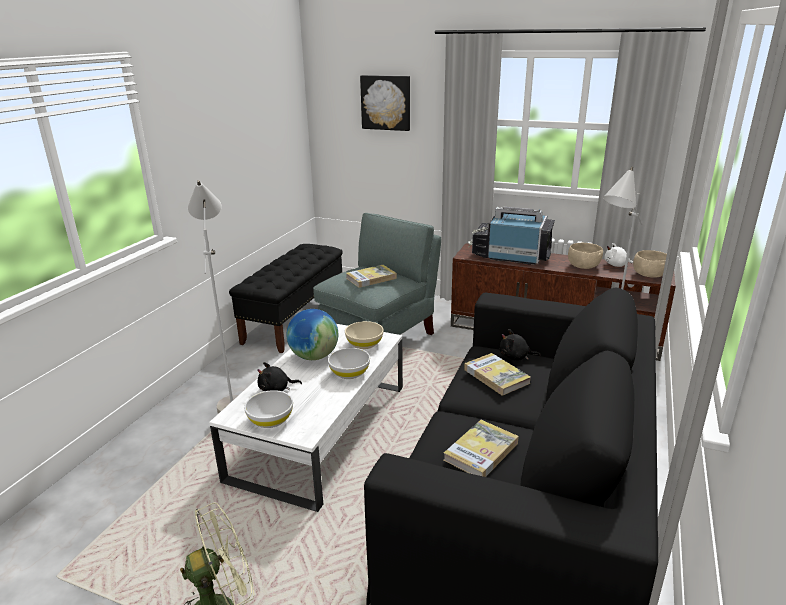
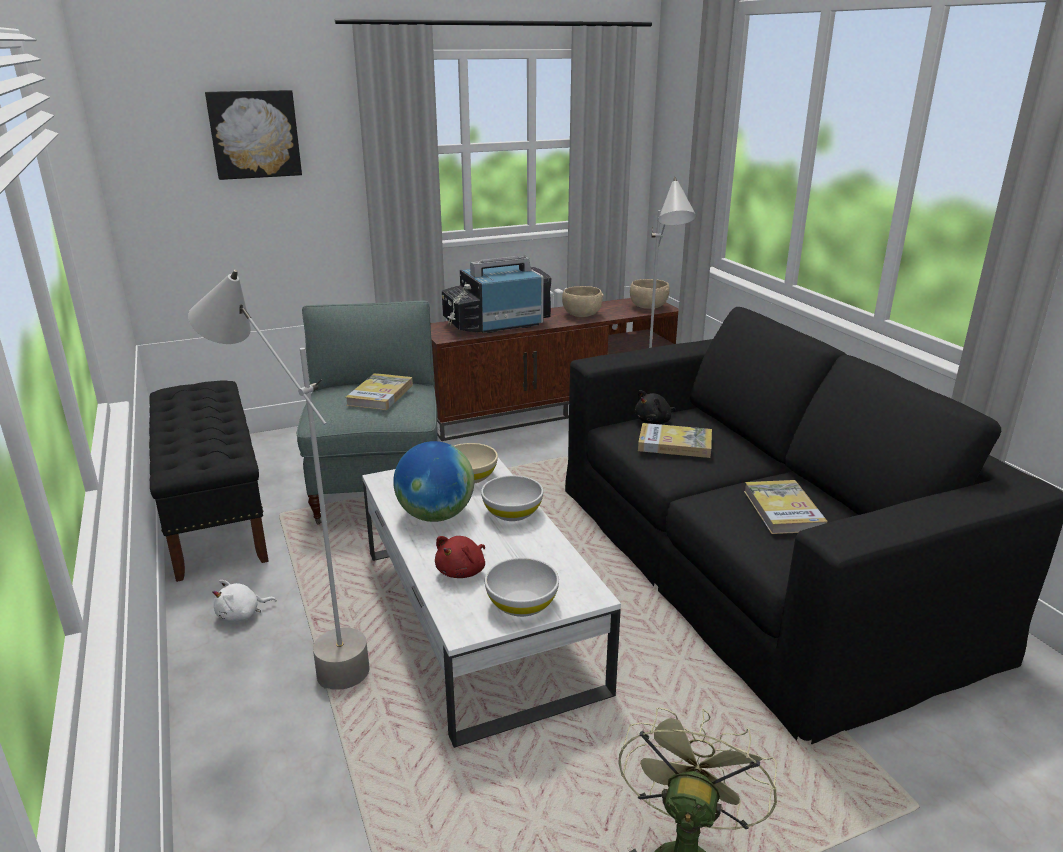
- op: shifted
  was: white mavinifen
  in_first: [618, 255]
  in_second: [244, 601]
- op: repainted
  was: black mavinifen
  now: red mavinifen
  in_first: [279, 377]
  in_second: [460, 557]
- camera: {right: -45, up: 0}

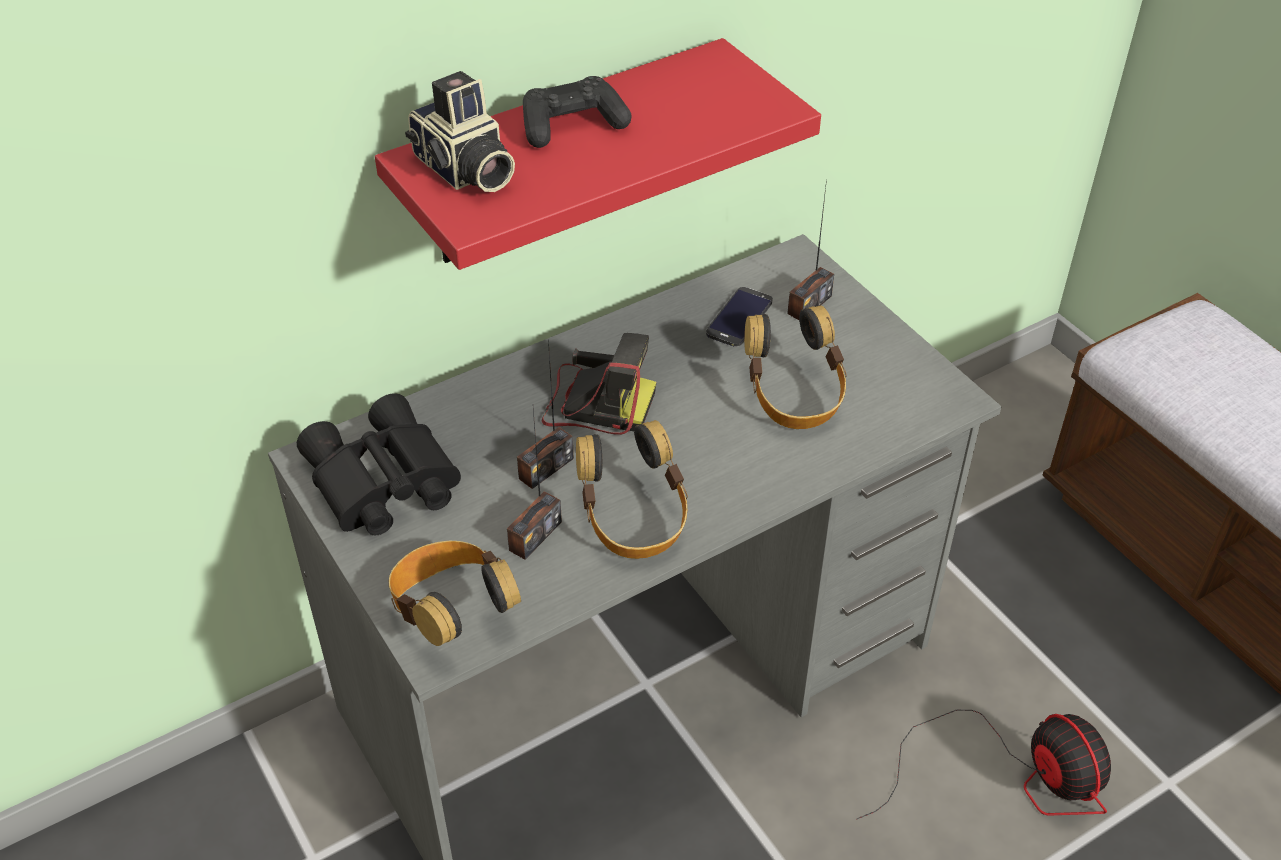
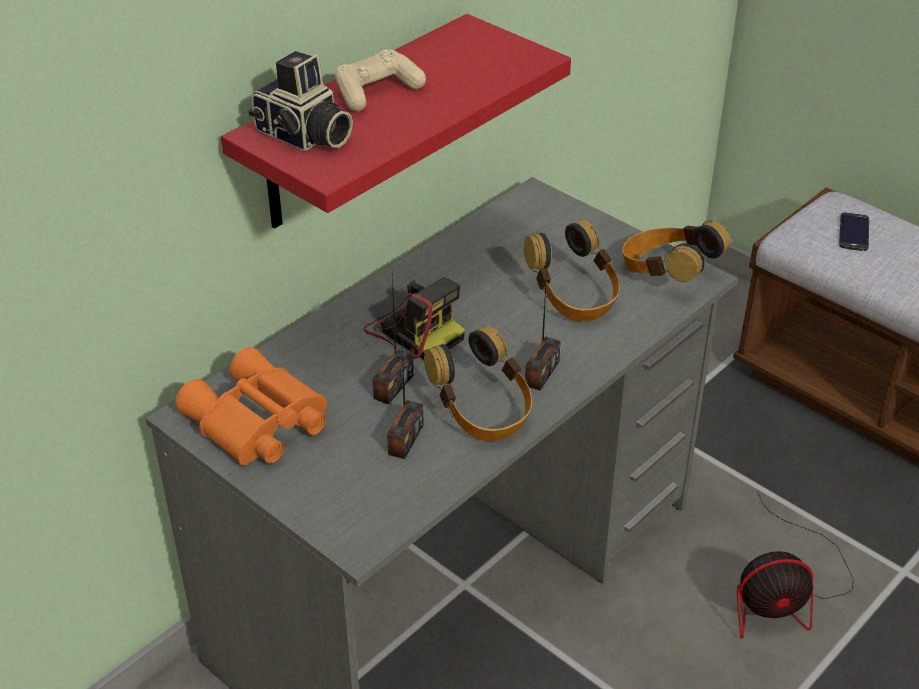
- op: repainted
  was: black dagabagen
  now: orange dagabagen
  in_first: [379, 464]
  in_second: [251, 406]
- op: repainted
  was: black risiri
  now: beige risiri
  in_first: [577, 112]
  in_second: [380, 80]
- op: rotated
  was: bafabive
  in_first: [599, 384]
  in_second: [414, 318]
  clockwise: 45
- op: shifted
  was: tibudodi
  in_first: [810, 250]
  in_second: [543, 323]
- op: shifted
  was: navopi
  in_first: [455, 593]
  in_second: [676, 251]
- op: rotated
  was: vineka
  in_first: [983, 765]
  in_second: [795, 564]
  clockwise: 120
- op: shifted
  was: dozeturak
  in_first: [739, 317]
  in_second: [854, 231]
- camera: {right: -15, up: -5}

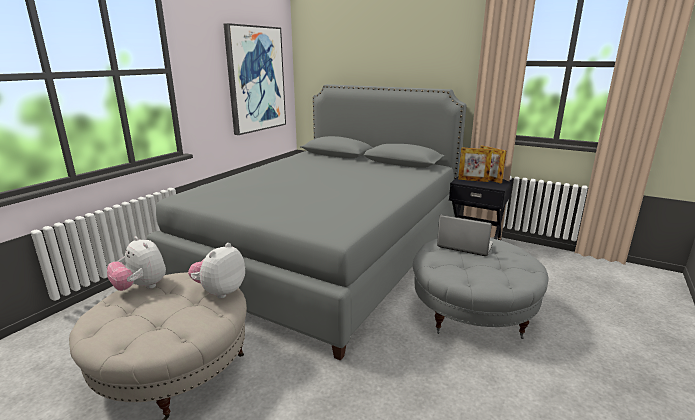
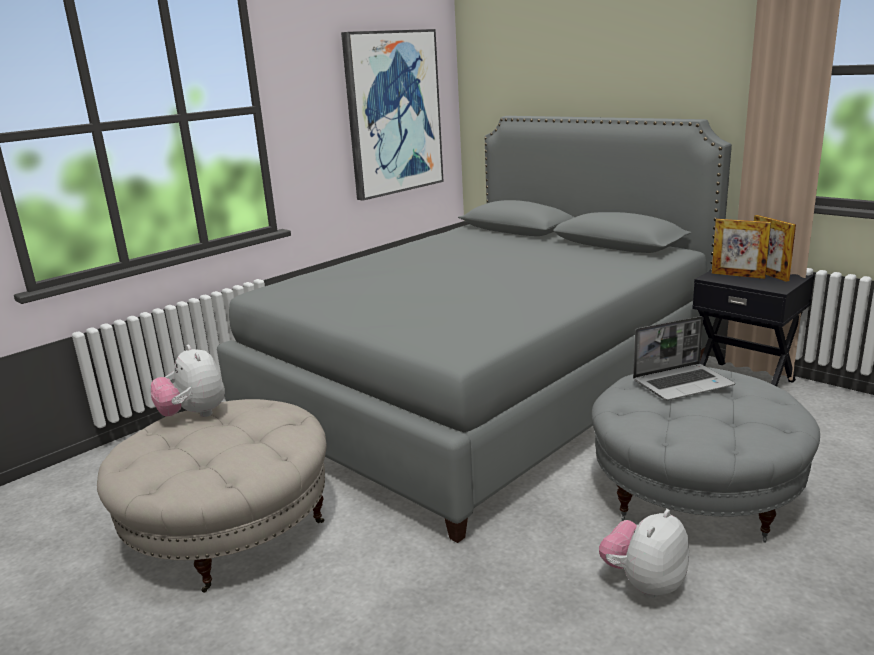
- op: shifted
  was: mavinifen
  in_first: [216, 271]
  in_second: [644, 553]
- op: rotated
  was: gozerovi
  in_first: [465, 235]
  in_second: [684, 358]
  clockwise: 120
- camera: {right: 15, up: 0}

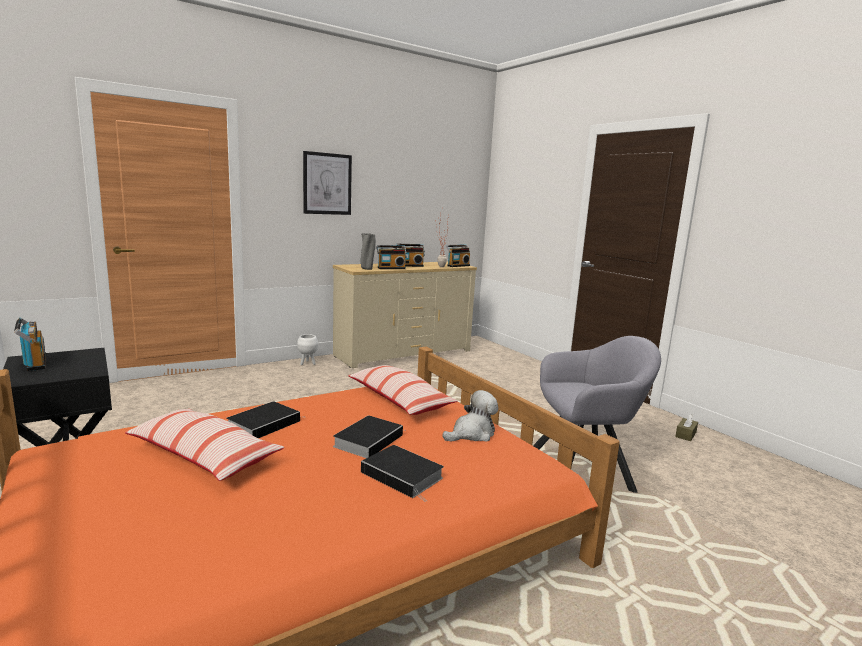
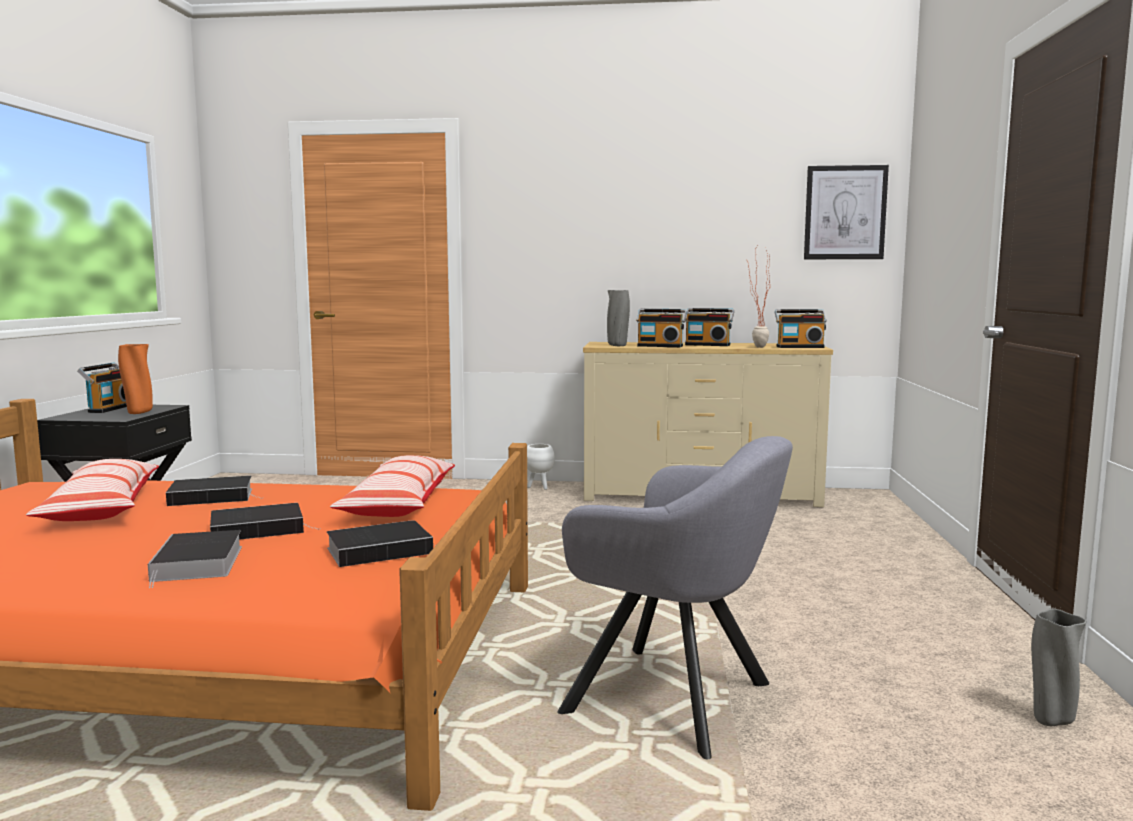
- op: new
  now: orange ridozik
  in_second: [135, 379]
- op: swapped
  was: mavinifen
  now: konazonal
  in_first: [470, 416]
  in_second: [381, 543]
- op: shifted
  was: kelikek
  in_first: [327, 183]
  in_second: [846, 212]
- op: swapped
  was: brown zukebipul
  now: grey ridozik
  in_first: [686, 427]
  in_second: [1059, 667]
- camera: {right: 40, up: -5}

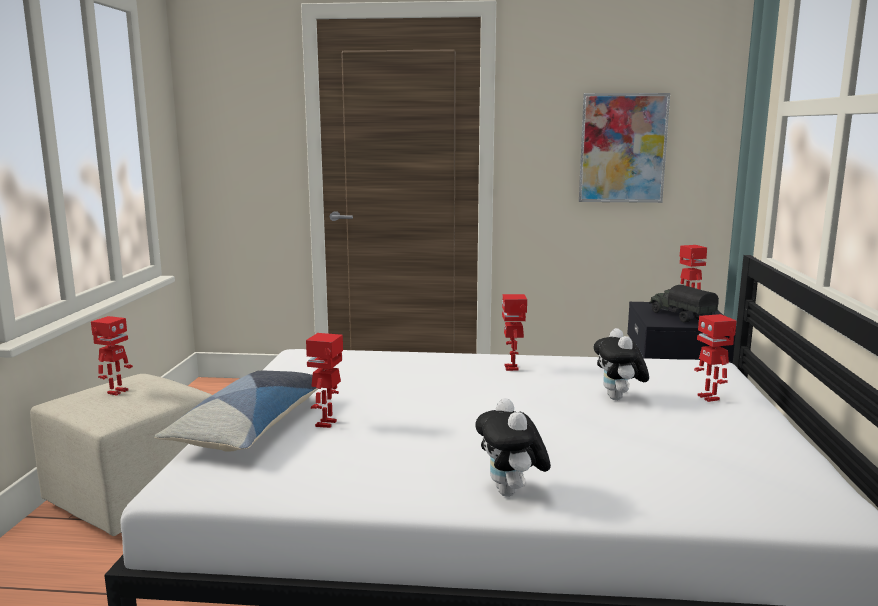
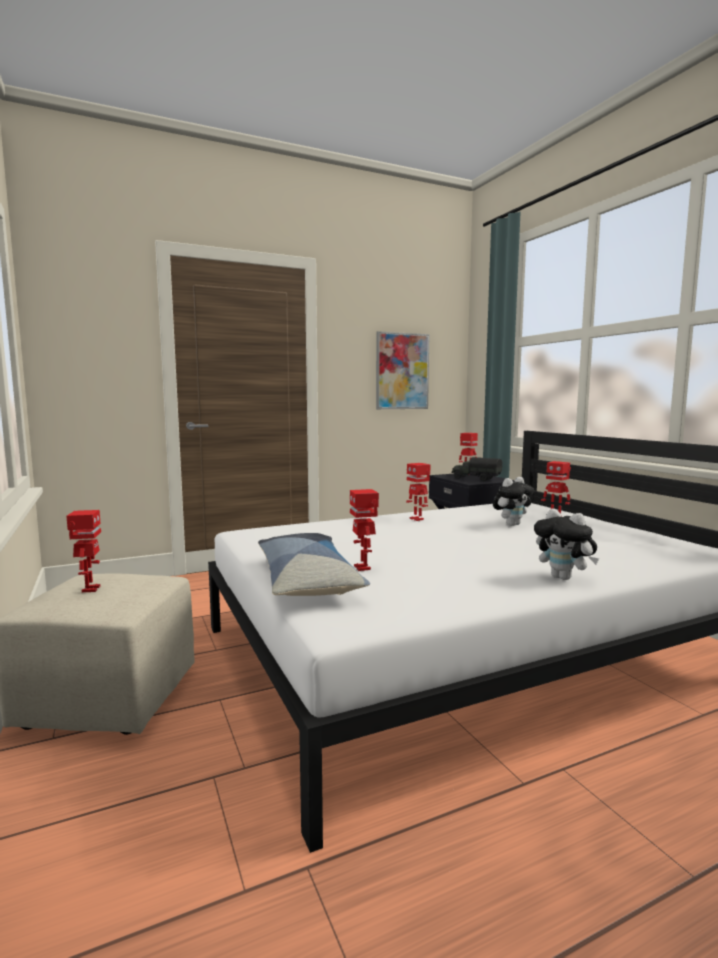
- op: rotated
  was: mavinifen
  in_first: [621, 364]
  in_second: [513, 501]
  clockwise: -90
- camera: {right: -30, up: -5}

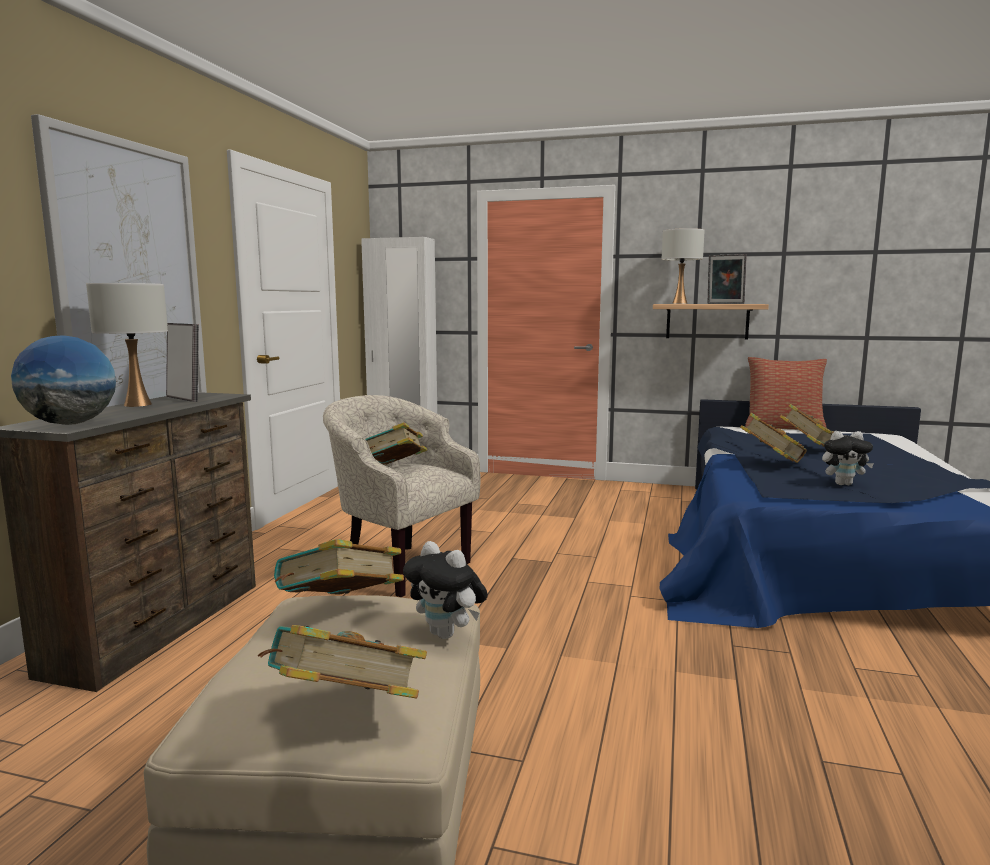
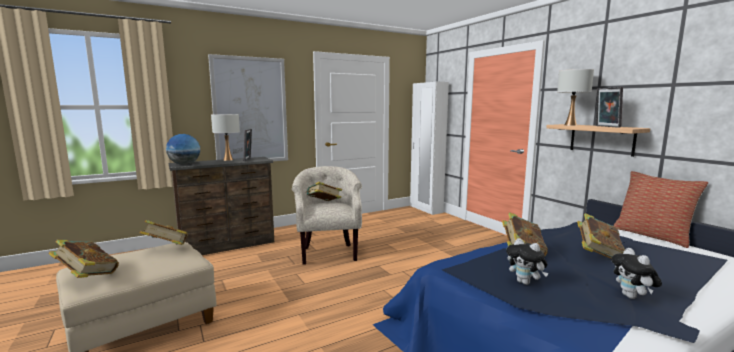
- op: shifted
  was: mavinifen
  in_first: [445, 590]
  in_second: [636, 273]
- camera: {right: 45, up: 0}

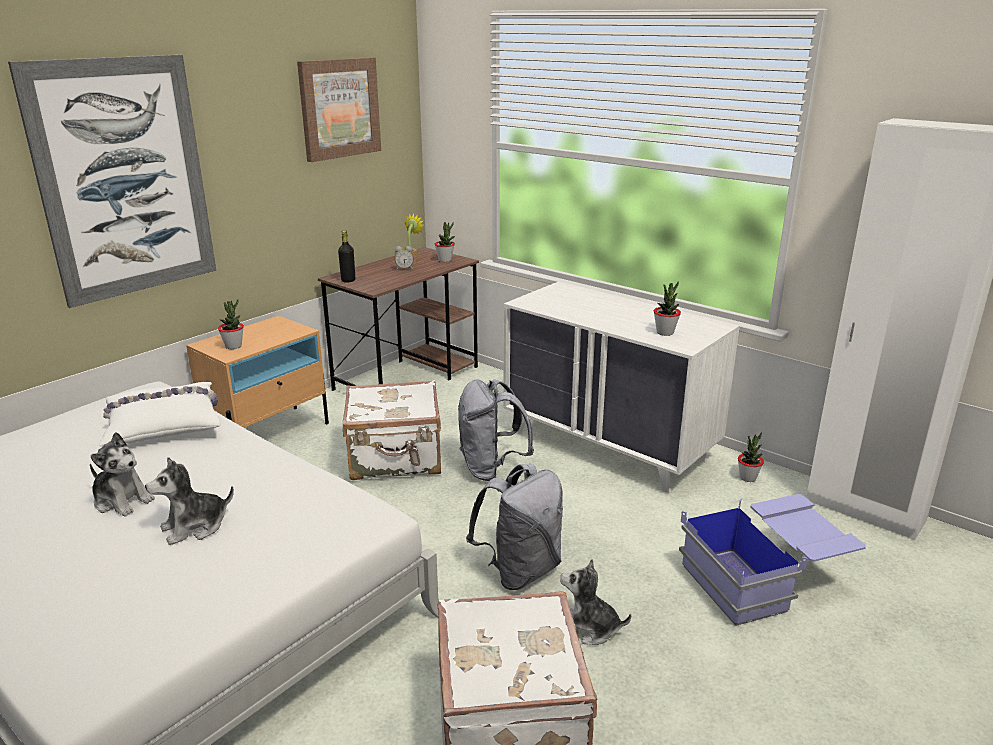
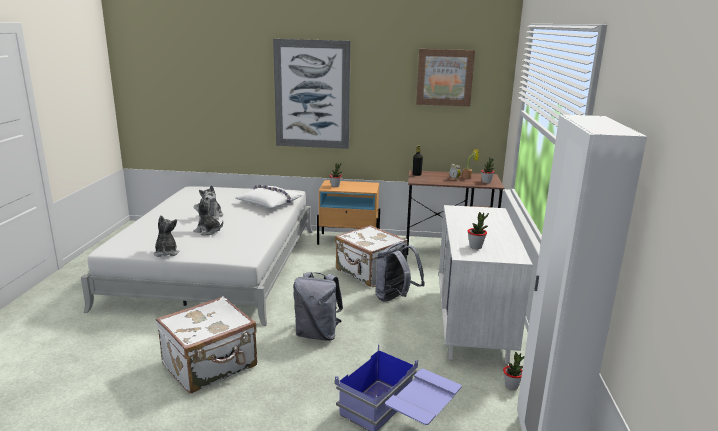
- op: shifted
  was: mavinifen
  in_first: [595, 602]
  in_second: [167, 236]
- camera: {right: 55, up: -5}

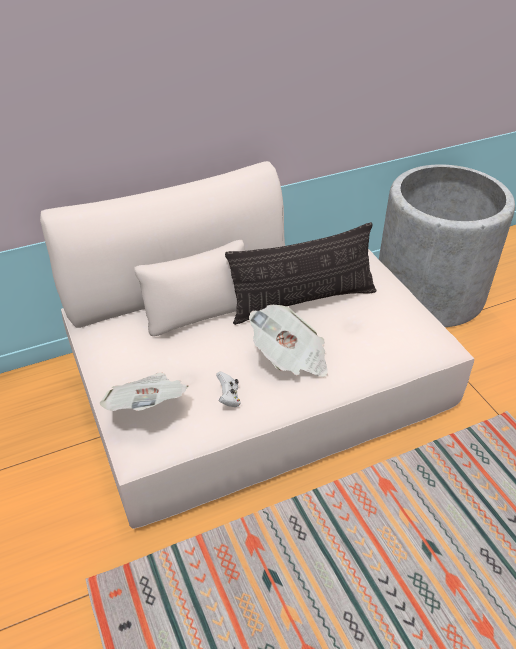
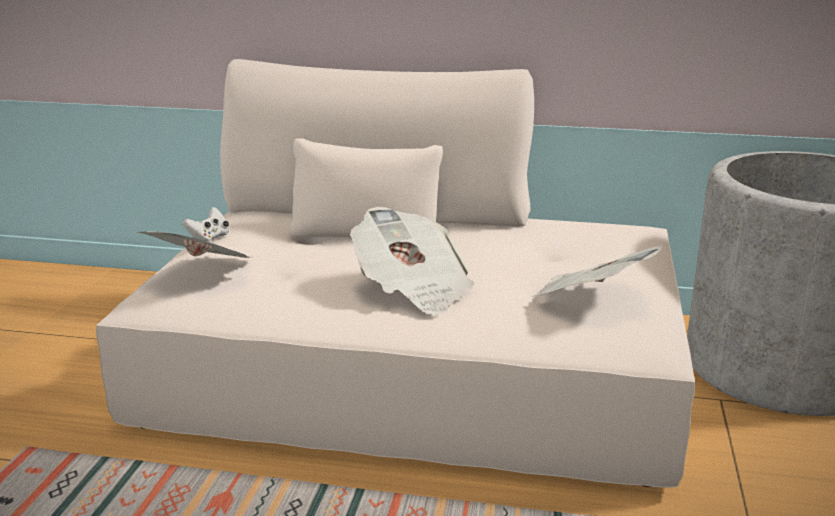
- op: shifted
  was: white risiri
  in_first: [228, 389]
  in_second: [206, 225]
- op: new
  now: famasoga
  in_second: [596, 271]
- op: gone
  was: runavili
  in_first: [300, 273]
- camera: {right: 35, up: -20}

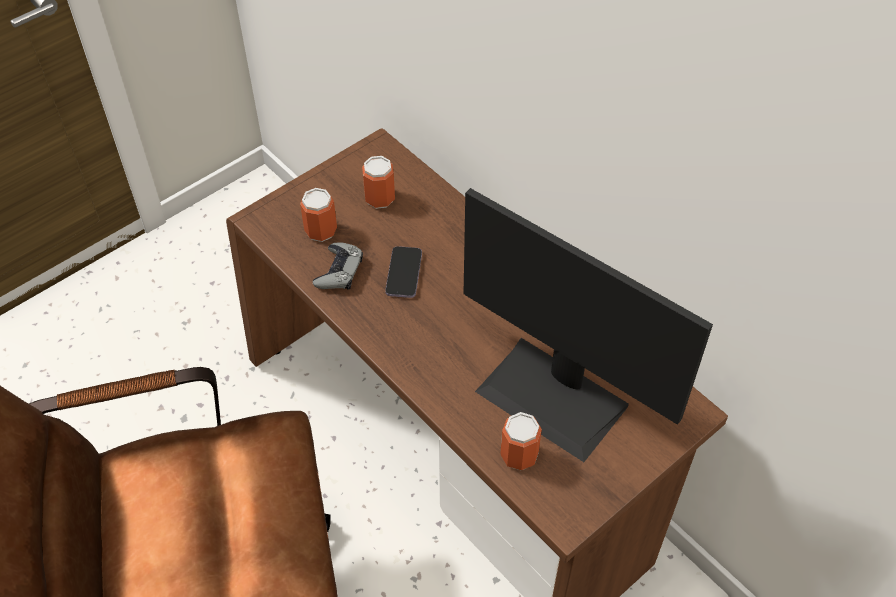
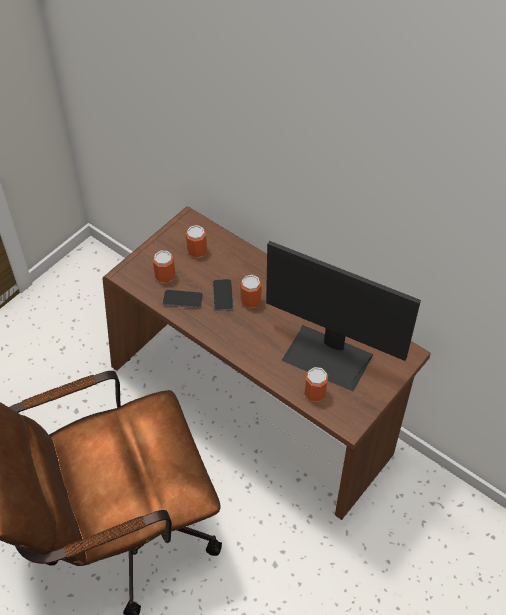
- op: swapped
  was: grey risiri
  now: dozeturak
  in_first: [337, 266]
  in_second: [183, 299]
- op: new
  now: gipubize
  in_second: [250, 291]
- camera: {right: -10, up: 0}

